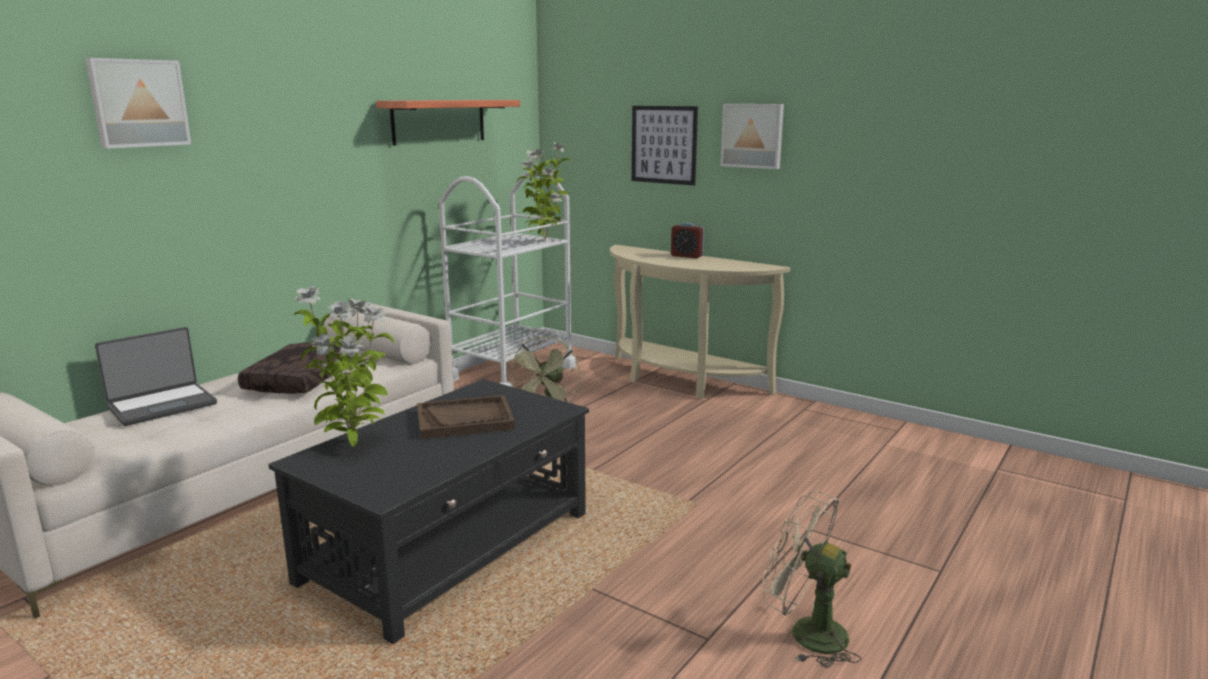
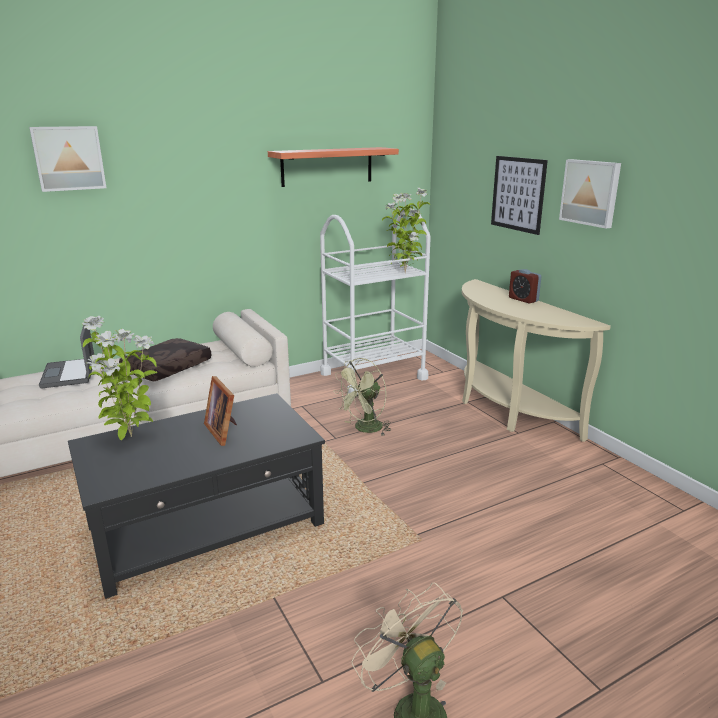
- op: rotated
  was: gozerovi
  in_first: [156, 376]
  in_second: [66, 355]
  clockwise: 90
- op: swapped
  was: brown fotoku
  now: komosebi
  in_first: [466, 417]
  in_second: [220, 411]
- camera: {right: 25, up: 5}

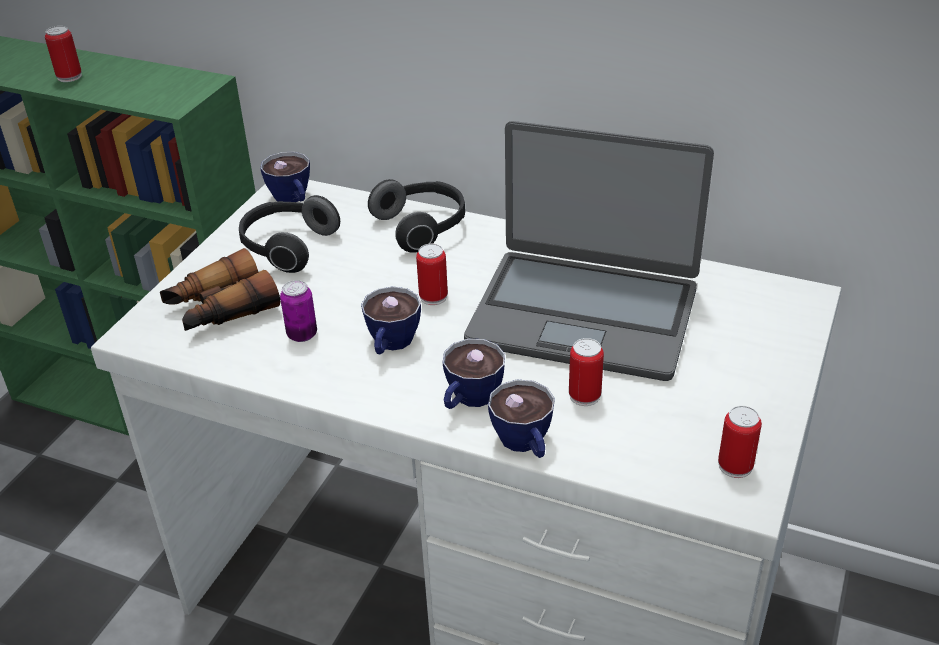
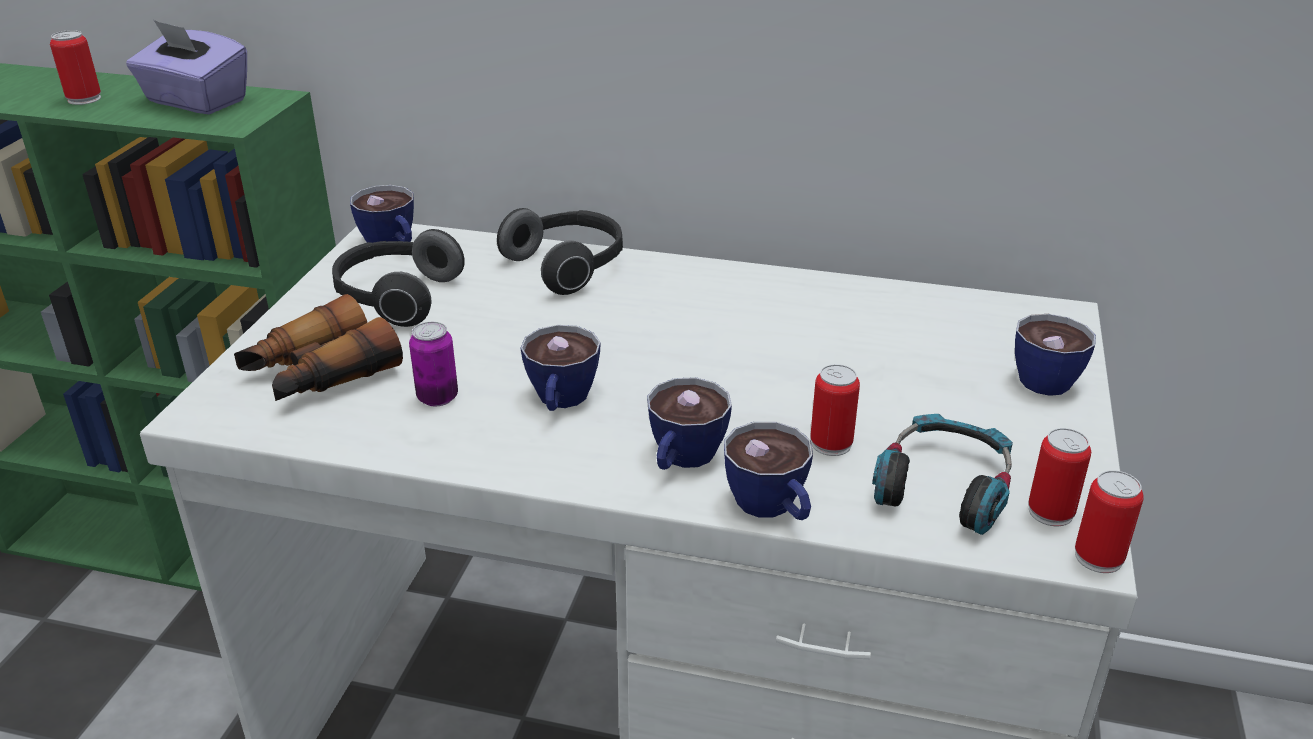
- op: new
  now: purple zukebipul
  in_second: [186, 67]
- op: new
  now: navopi
  in_second: [942, 474]
- op: new
  now: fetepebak
  in_second: [1055, 355]
- op: shifted
  was: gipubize
  in_first: [432, 274]
  in_second: [1109, 521]
- op: gone
  was: gozerovi
  in_first: [589, 251]
- camera: {right: -10, up: -5}

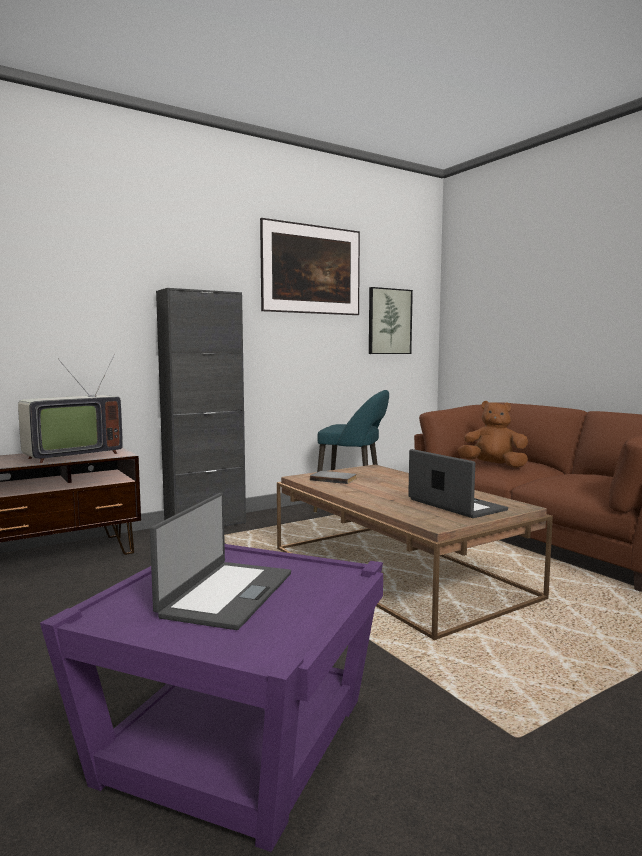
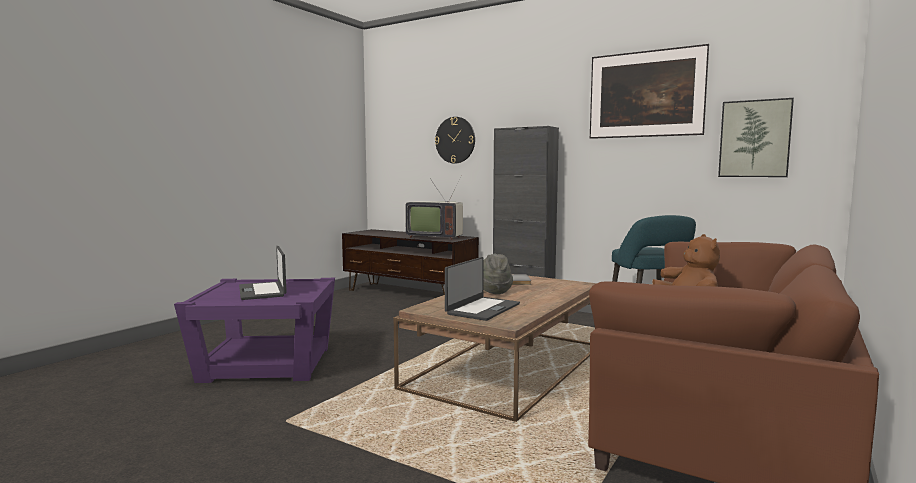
- op: rotated
  was: gozerovi
  in_first: [220, 561]
  in_second: [263, 273]
  clockwise: 75
- op: new
  now: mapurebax
  in_second: [455, 140]
- op: new
  now: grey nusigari
  in_second: [498, 273]
- camera: {right: 65, up: 0}

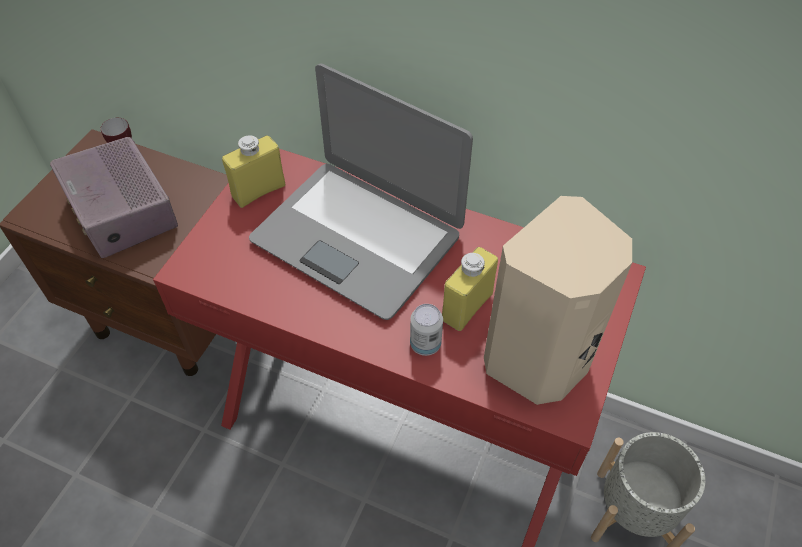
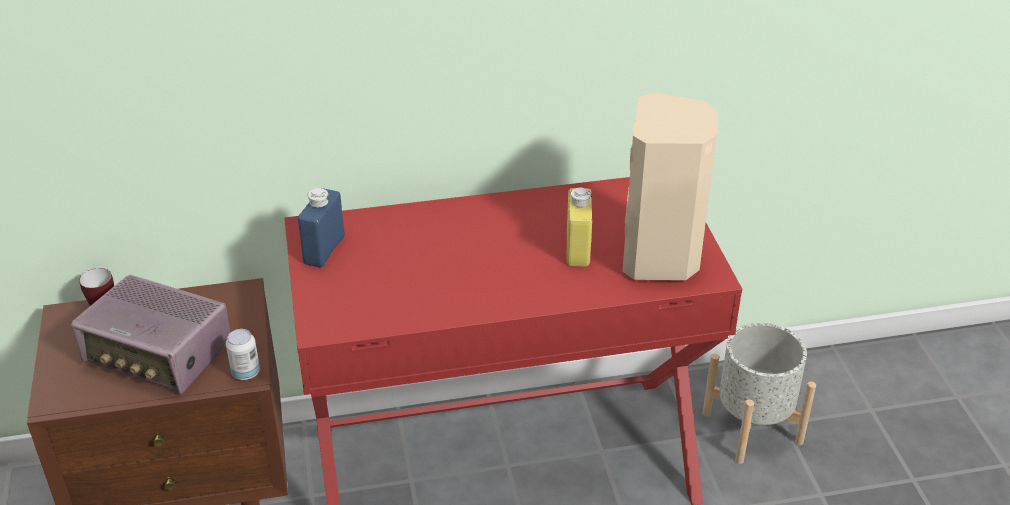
- op: shifted
  was: gipubize
  in_first: [426, 330]
  in_second: [243, 354]
- op: repainted
  was: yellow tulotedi
  now: blue tulotedi
  in_first: [253, 171]
  in_second: [321, 228]
- op: gone
  was: gozerovi
  in_first: [361, 191]
- camera: {right: -35, up: -15}

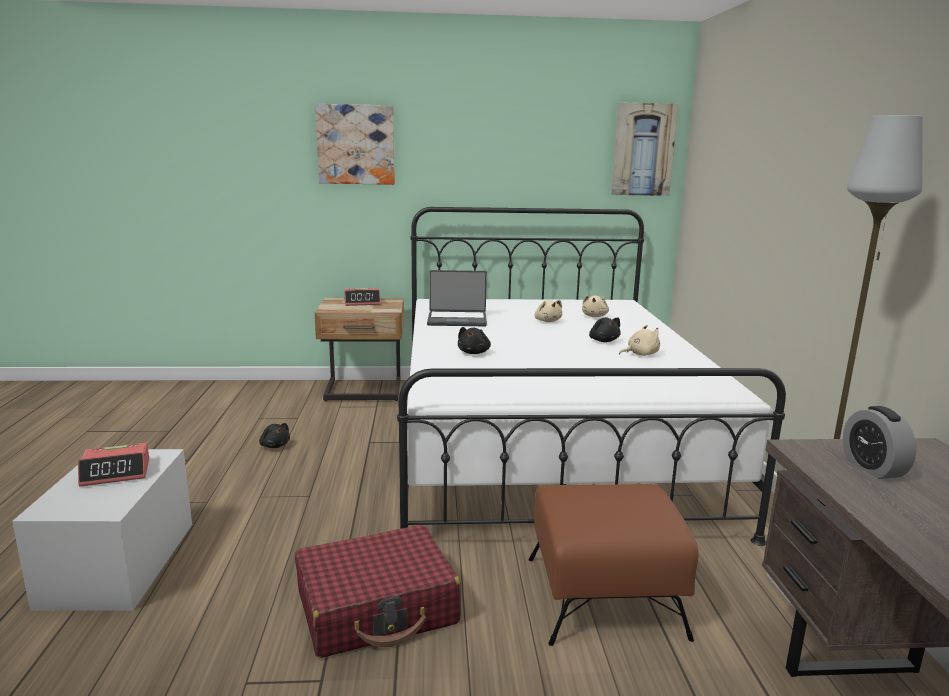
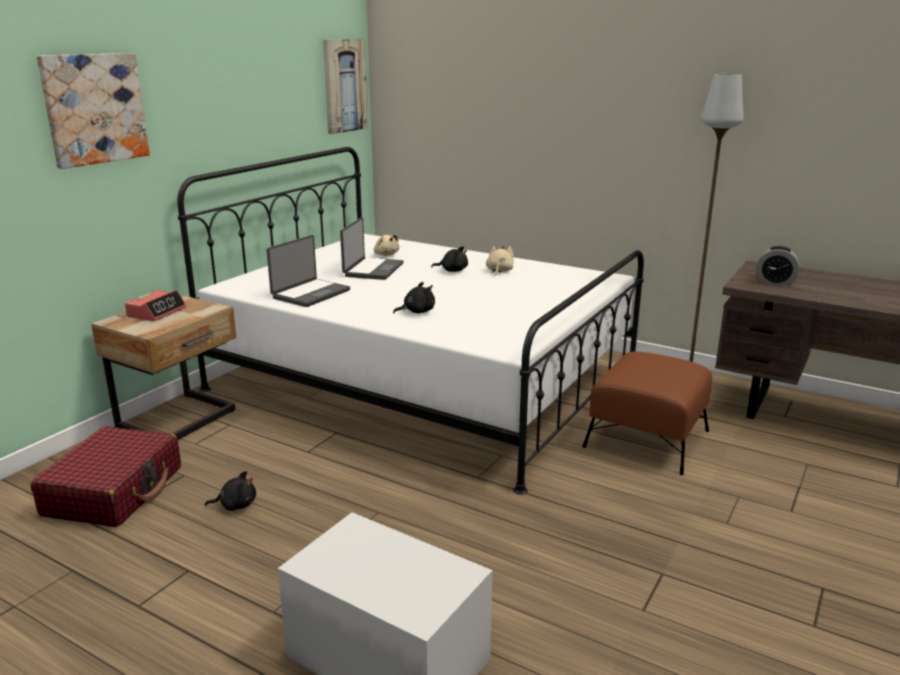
- op: shifted
  was: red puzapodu
  in_first: [378, 591]
  in_second: [105, 476]
- op: swapped
  was: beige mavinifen
  now: gozerovi
  in_first: [549, 311]
  in_second: [372, 248]
- op: rotated
  was: black mavinifen
  in_first: [474, 340]
  in_second: [414, 298]
  clockwise: -75
- op: gone
  was: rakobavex
  in_first: [113, 465]
- camera: {right: -55, up: 5}

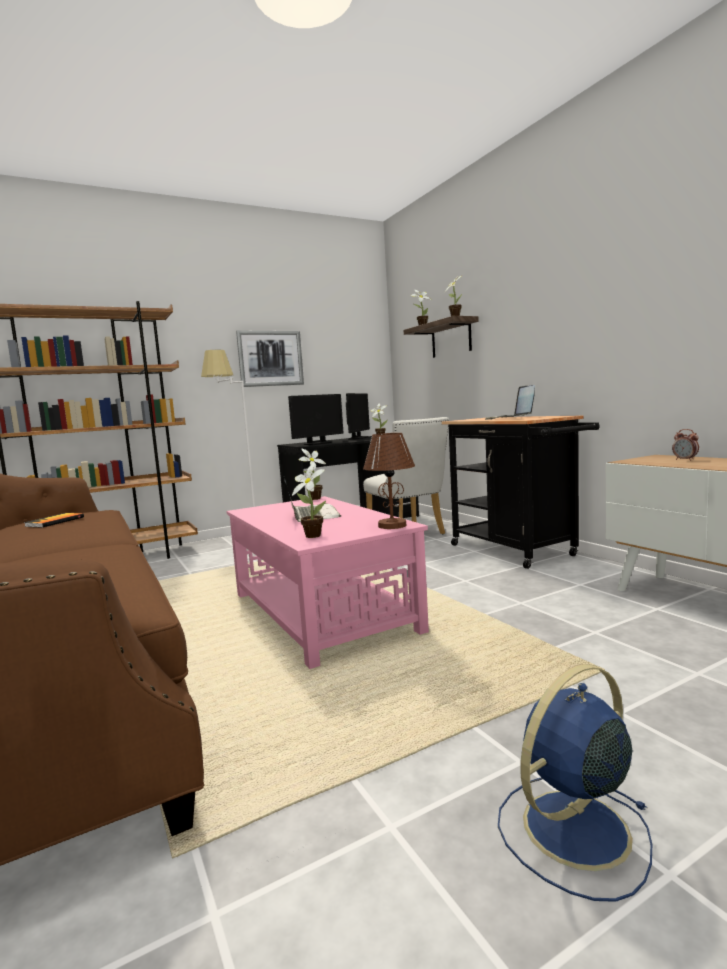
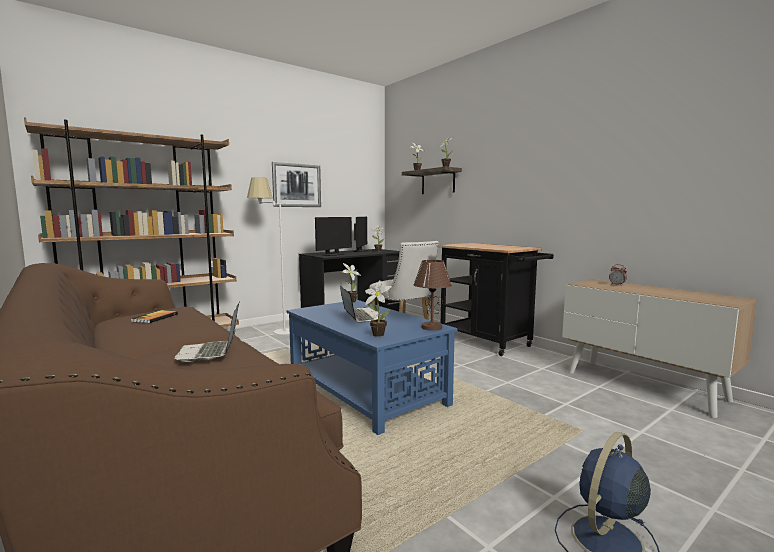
- op: shifted
  was: gozerovi
  in_first: [510, 402]
  in_second: [207, 331]
- op: repainted
  was: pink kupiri
  now: blue kupiri
  in_first: [327, 582]
  in_second: [372, 367]
- camera: {right: -10, up: 0}

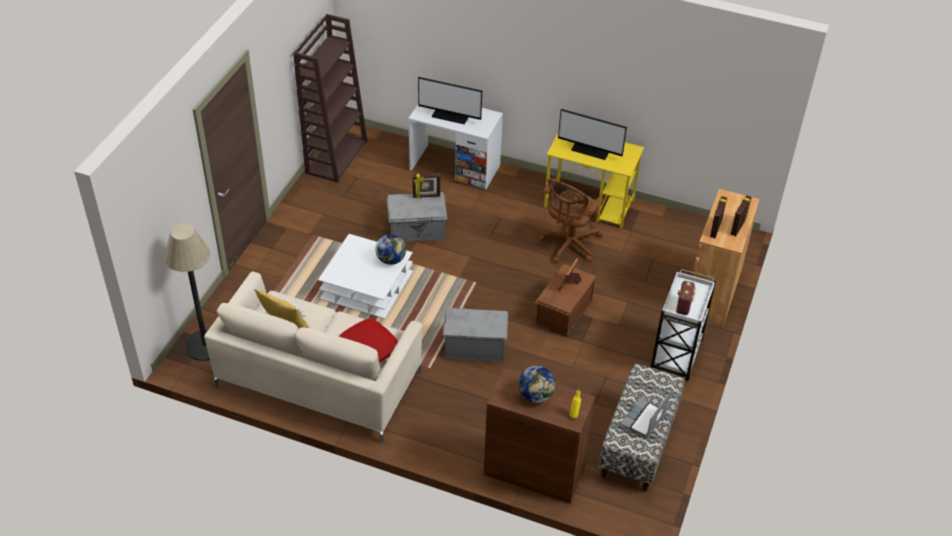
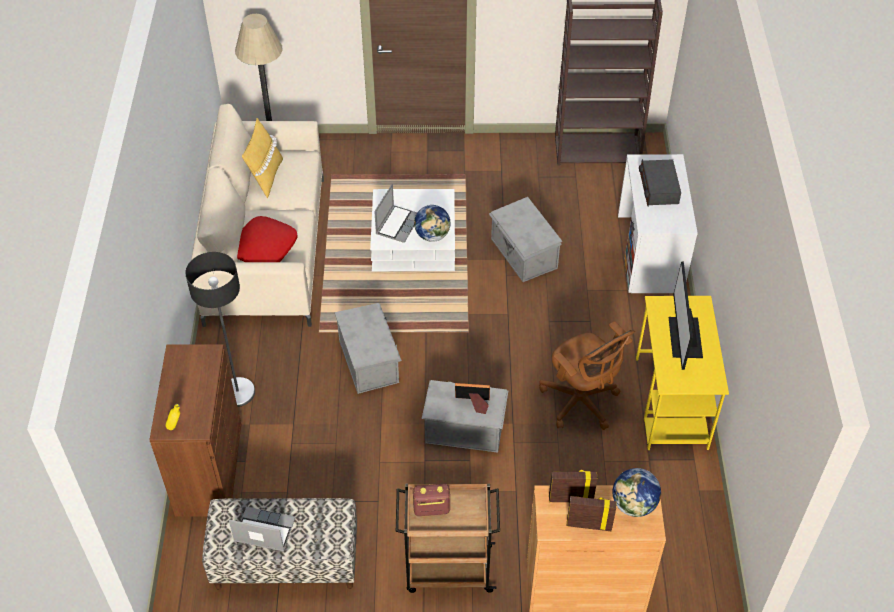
- op: new
  now: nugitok
  in_second: [220, 329]
- op: new
  now: gozerovi
  in_second: [395, 213]
- op: repainted
  was: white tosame
  now: brown tosame
  in_first: [683, 324]
  in_second: [448, 538]
- op: repainted
  was: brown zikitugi
  now: grey zikitugi
  in_first: [565, 300]
  in_second: [465, 416]
- op: rotated
  was: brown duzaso
  in_first: [571, 221]
  in_second: [587, 375]
  clockwise: -135
- op: shifted
  was: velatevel
  in_first: [536, 384]
  in_second: [636, 492]
- op: swapped
  was: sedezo
  now: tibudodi
  in_first: [450, 100]
  in_second: [660, 183]
- op: gone
  was: komosebi
  in_first: [426, 185]
- camera: {right: 70, up: 5}

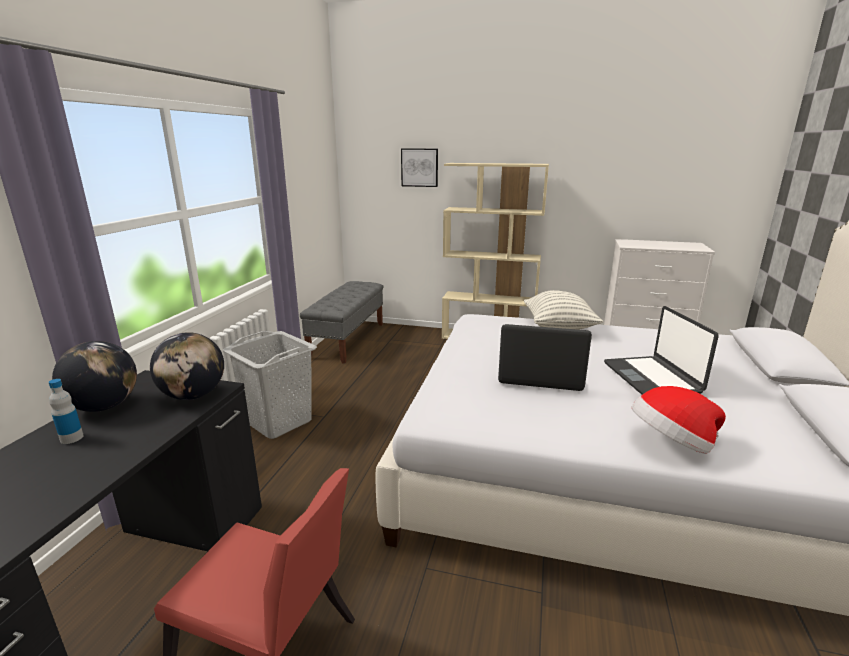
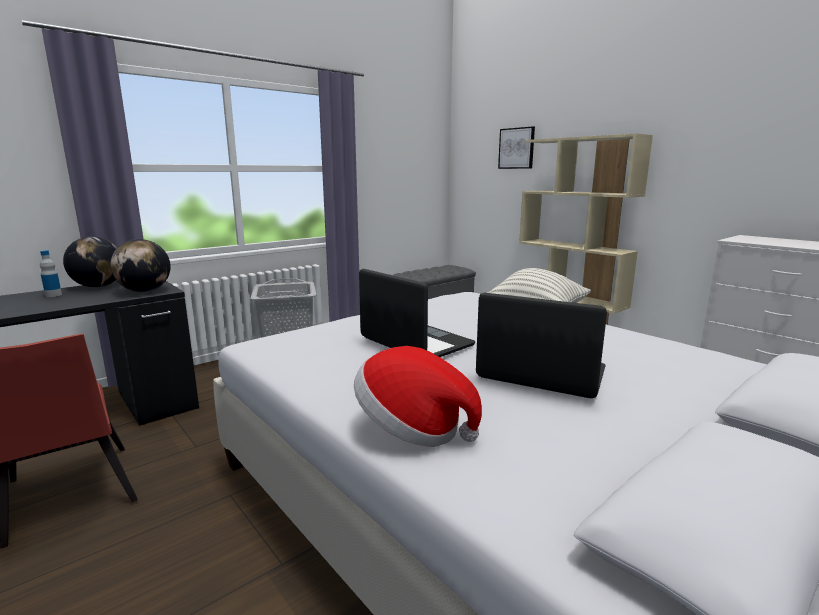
- op: rotated
  was: gozerovi
  in_first: [661, 350]
  in_second: [541, 345]
  clockwise: 90
- camera: {right: 35, up: -5}

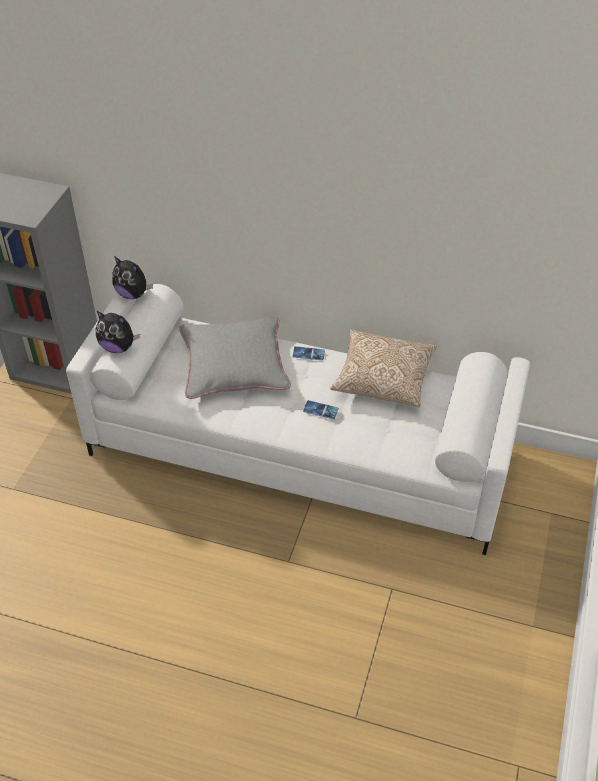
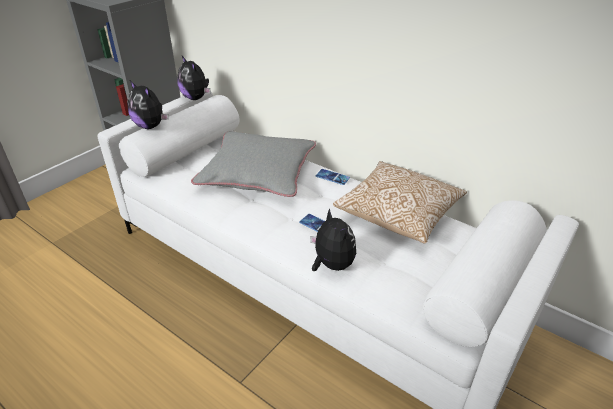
- op: new
  now: mavinifen
  in_second: [333, 239]
- camera: {right: 20, up: -10}

